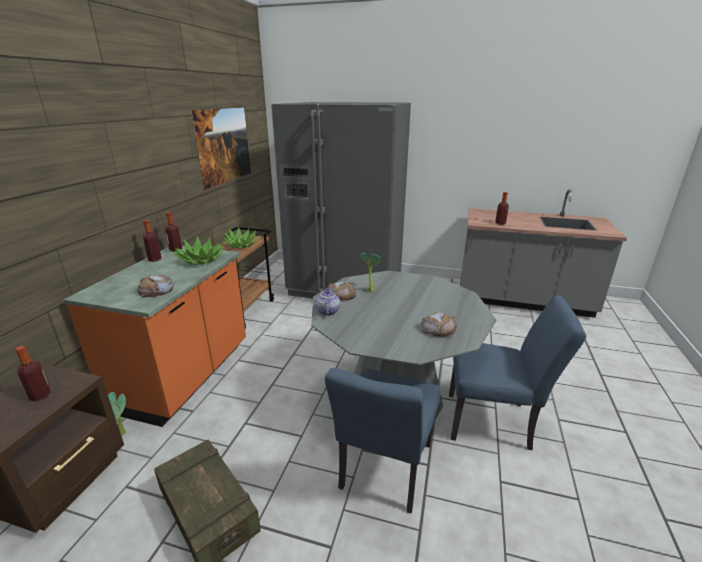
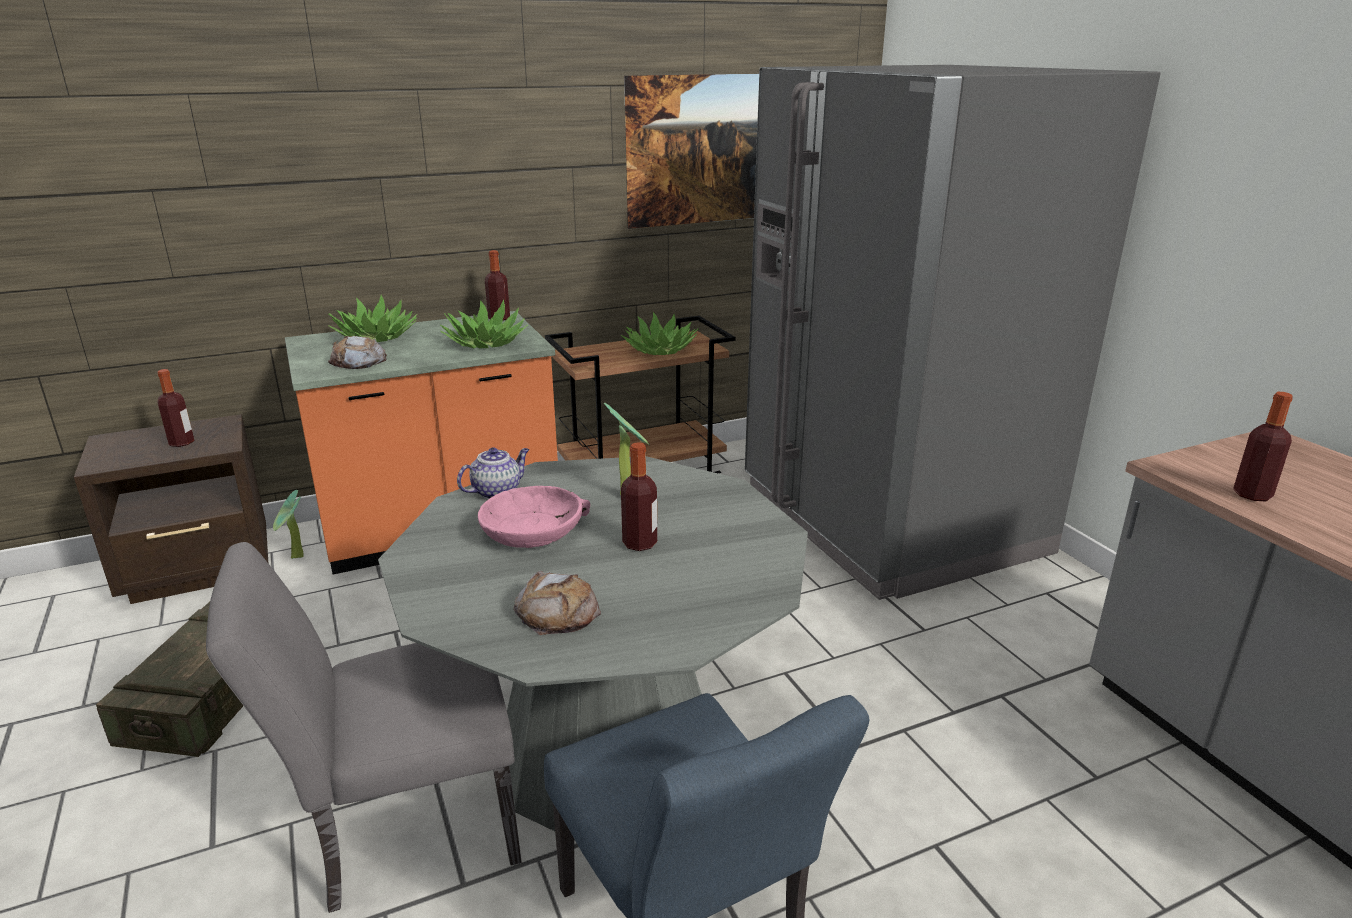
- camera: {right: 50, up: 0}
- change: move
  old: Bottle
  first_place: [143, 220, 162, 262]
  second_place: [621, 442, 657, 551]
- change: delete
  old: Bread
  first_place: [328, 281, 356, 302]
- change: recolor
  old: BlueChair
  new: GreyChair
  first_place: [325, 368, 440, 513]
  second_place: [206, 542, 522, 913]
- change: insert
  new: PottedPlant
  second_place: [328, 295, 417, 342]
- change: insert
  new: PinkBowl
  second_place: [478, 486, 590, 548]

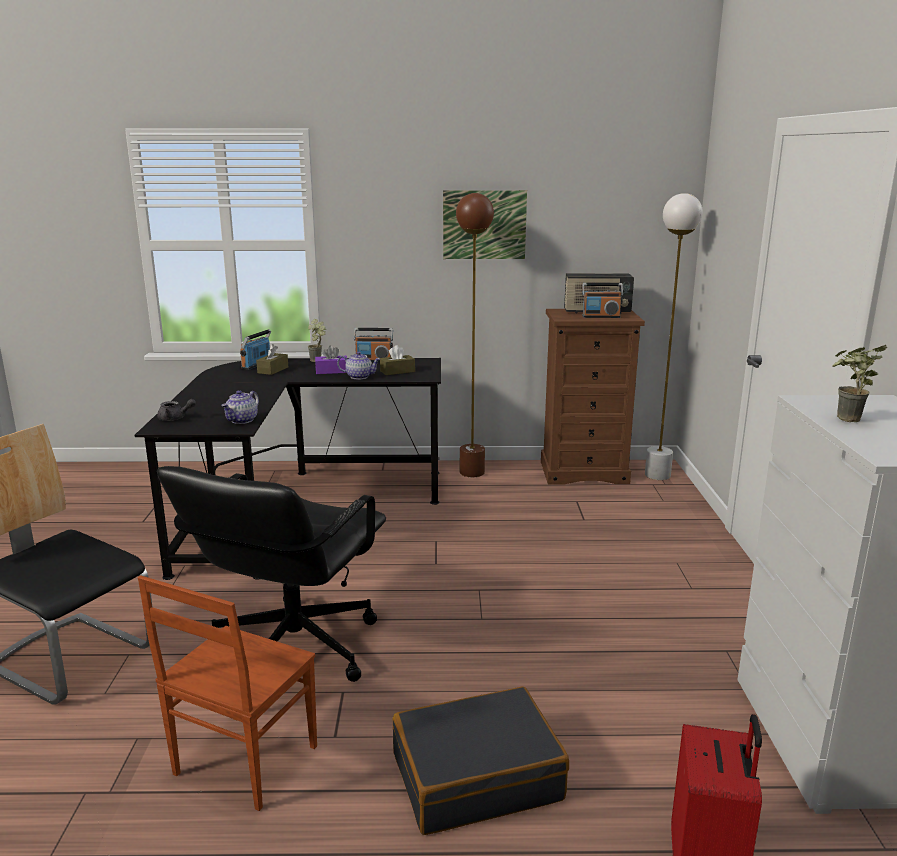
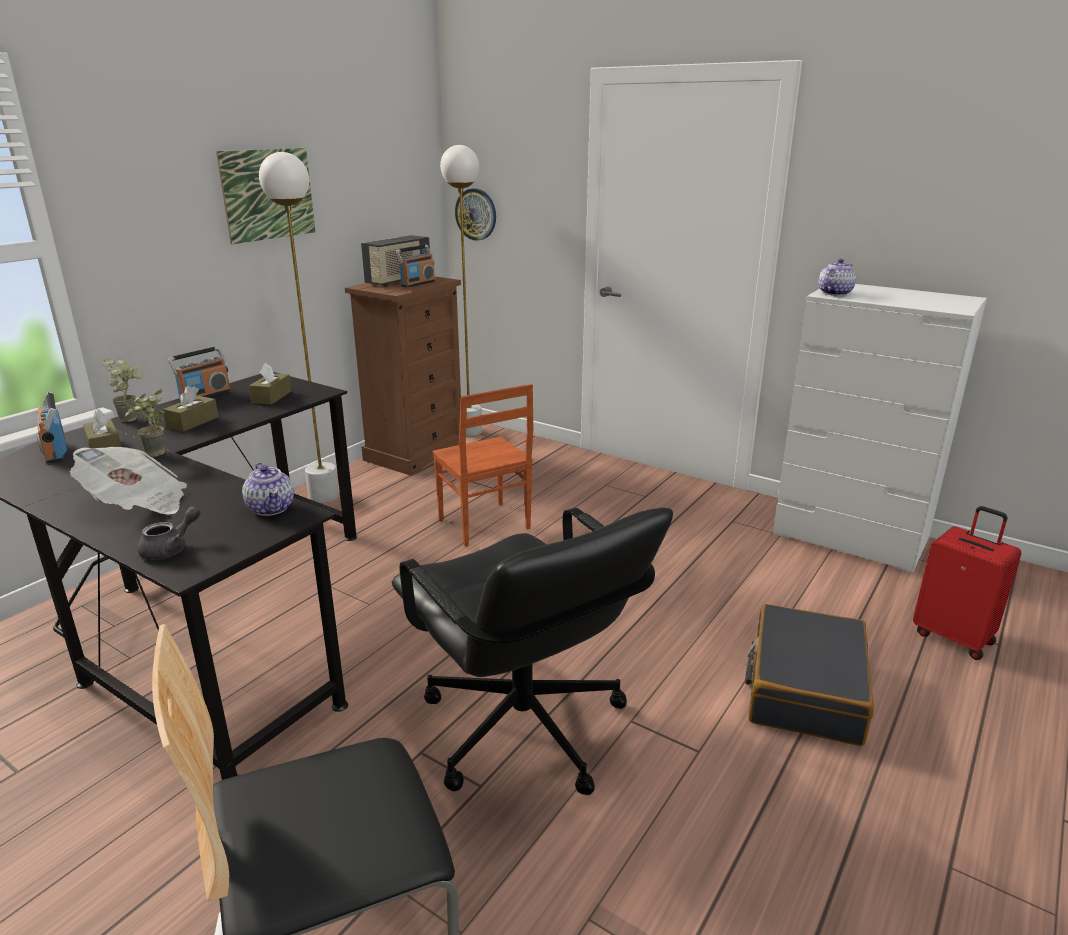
- camera: {right: -55, up: 5}
- change: recolor
  old: BrownFloorLamp
  new: WhiteFloorLamp
  first_place: [456, 193, 494, 477]
  second_place: [259, 152, 339, 503]
- change: recolor
  old: PurpleTissueBox
  new: BrownTissueBox
  first_place: [315, 345, 347, 374]
  second_place: [163, 386, 218, 432]
- change: move
  old: PottedPlant
  first_place: [832, 345, 887, 422]
  second_place: [124, 389, 165, 457]
- change: move
  old: Teapot
  first_place: [337, 351, 380, 379]
  second_place: [818, 259, 856, 296]
- change: move
  old: BrownChair
  first_place: [138, 575, 317, 811]
  second_place: [432, 384, 533, 547]
- change: insert
  new: WallClock
  second_place: [455, 188, 496, 241]
- change: insert
  new: Newspaper
  second_place: [70, 447, 187, 515]

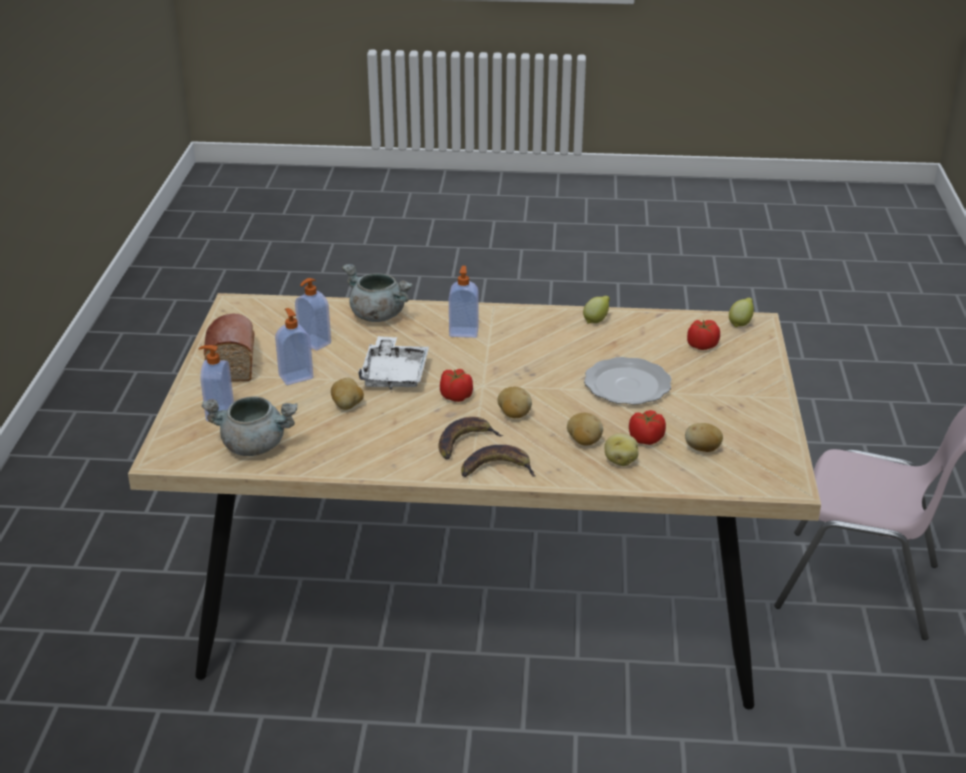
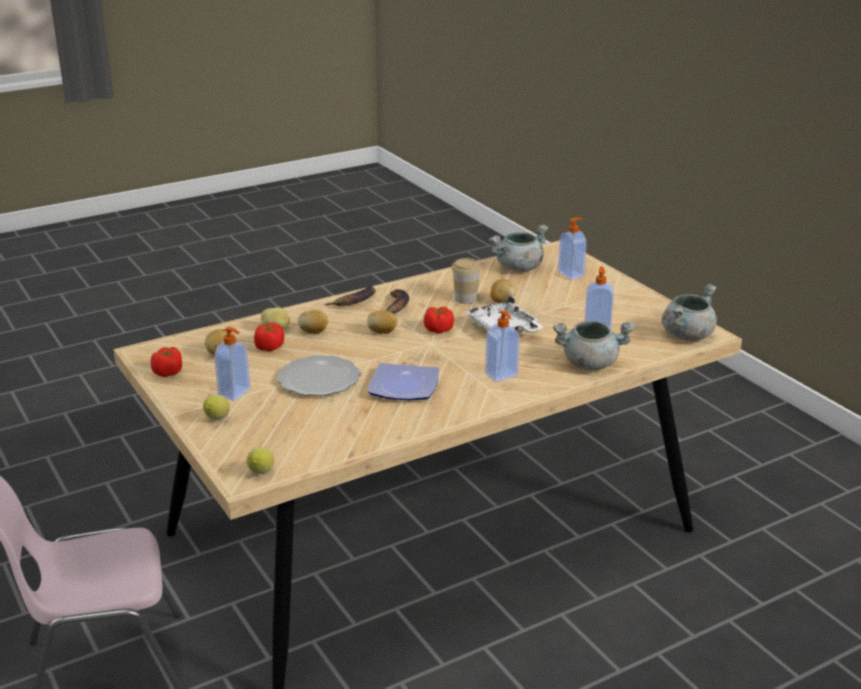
- camera: {right: 145, up: -5}
- change: move
  old: Lemon
  first_place: [583, 296, 610, 324]
  second_place: [203, 395, 230, 420]
- change: move
  old: SoapDispenser
  first_place: [275, 308, 313, 385]
  second_place: [214, 327, 251, 401]
- change: delete
  old: Bread
  first_place: [204, 314, 255, 381]
- change: move
  old: Tomato
  first_place: [687, 320, 720, 350]
  second_place: [151, 347, 182, 377]
- change: insert
  new: Cup
  second_place: [451, 258, 482, 304]
- change: insert
  new: GreyCookingPot
  second_place: [662, 284, 717, 341]
- change: insert
  new: Plate
  second_place: [368, 363, 439, 400]

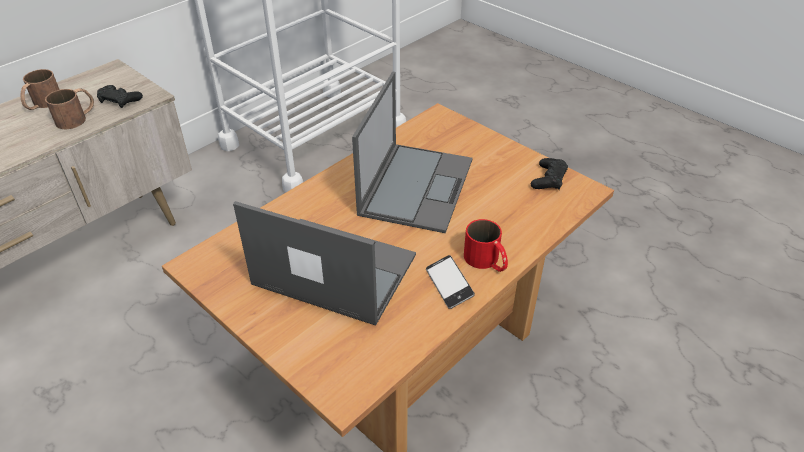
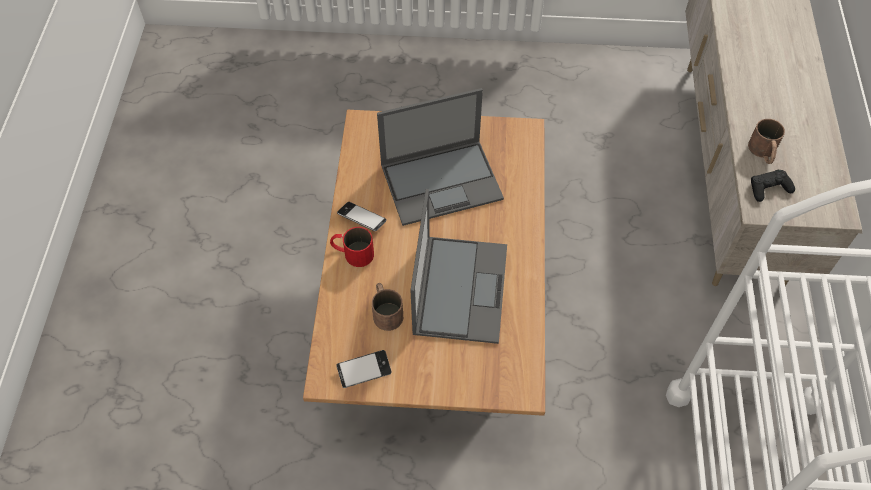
- camera: {right: 140, up: 15}
- change: move
  old: BrownMug
  first_place: [21, 69, 60, 110]
  second_place: [372, 283, 403, 331]
- change: rotate
  old: Laptop
  first_place: [352, 72, 472, 233]
  second_place: [410, 189, 507, 344]
  degrees: -150
- change: replace
  old: BlackGameController
  new: Phone
  first_place: [531, 158, 568, 190]
  second_place: [336, 350, 392, 388]

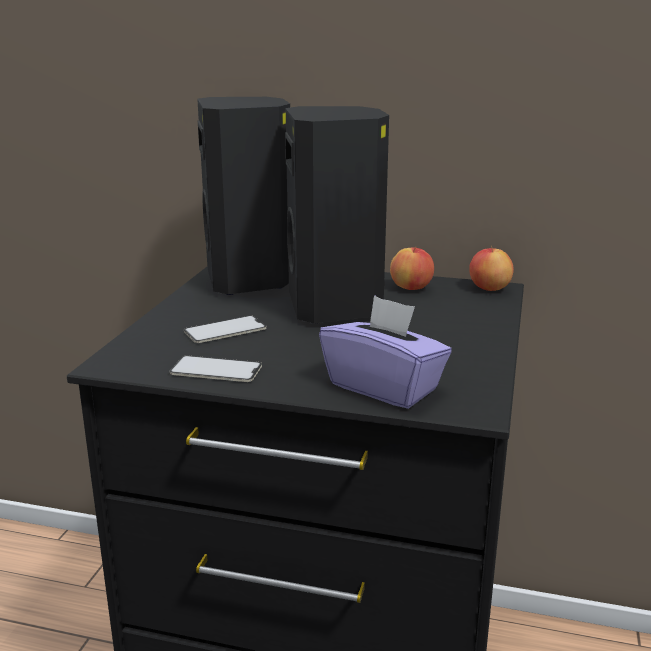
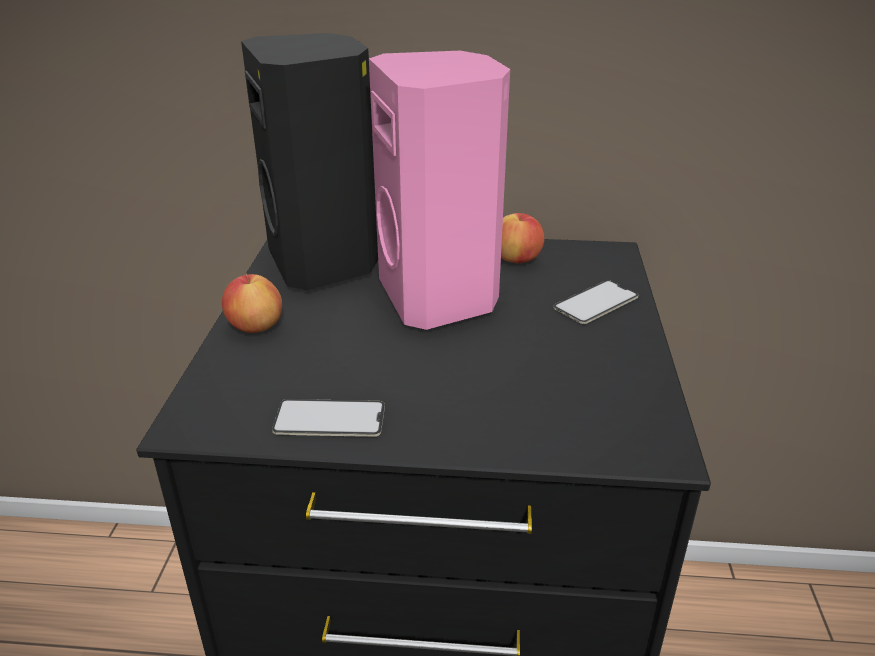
- camera: {right: -10, up: 10}
- change: recolor
  old: BlackSpeaker
  new: PinkSpeaker
  first_place: [285, 106, 389, 324]
  second_place: [369, 51, 510, 330]
- change: move
  old: Apple
  first_place: [469, 246, 514, 291]
  second_place: [222, 273, 282, 333]
- change: delete
  old: PurpleTissueBox
  first_place: [319, 295, 452, 409]
- change: move
  old: Phone
  first_place: [184, 315, 267, 343]
  second_place: [553, 280, 638, 324]

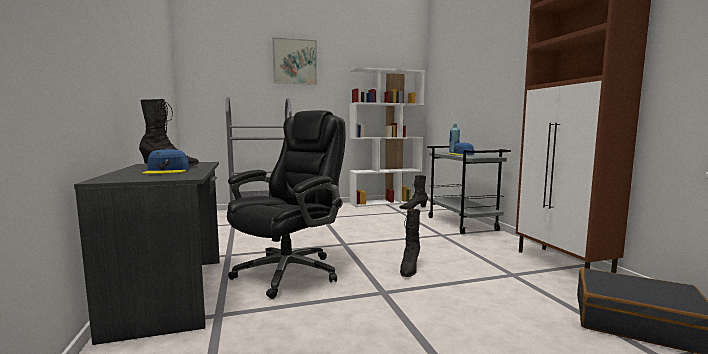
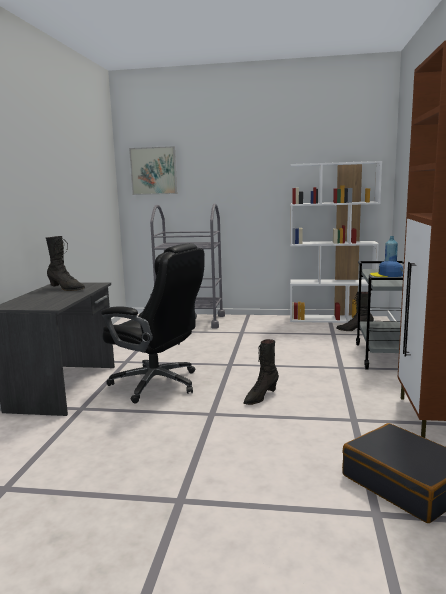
- camera: {right: 25, up: 5}
- change: move
  old: Picture
  first_place: [272, 37, 317, 85]
  second_place: [129, 146, 177, 195]
- change: rotate
  old: BlackOfficeChair
  first_place: [227, 110, 345, 299]
  second_place: [101, 243, 205, 403]
  degrees: 60
- change: delete
  old: BlueCap
  first_place: [142, 149, 189, 174]

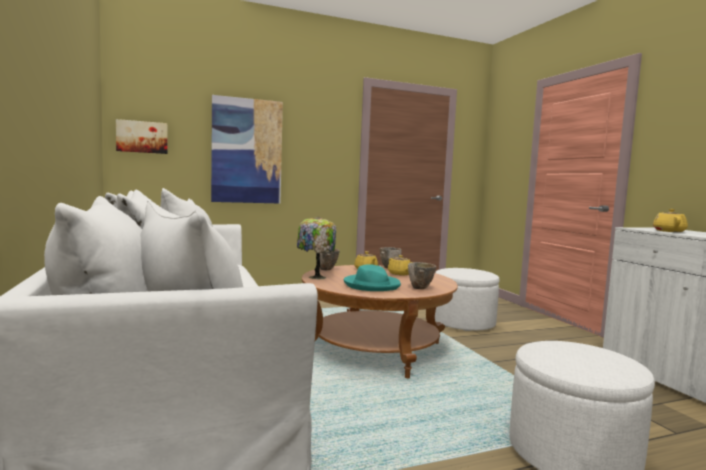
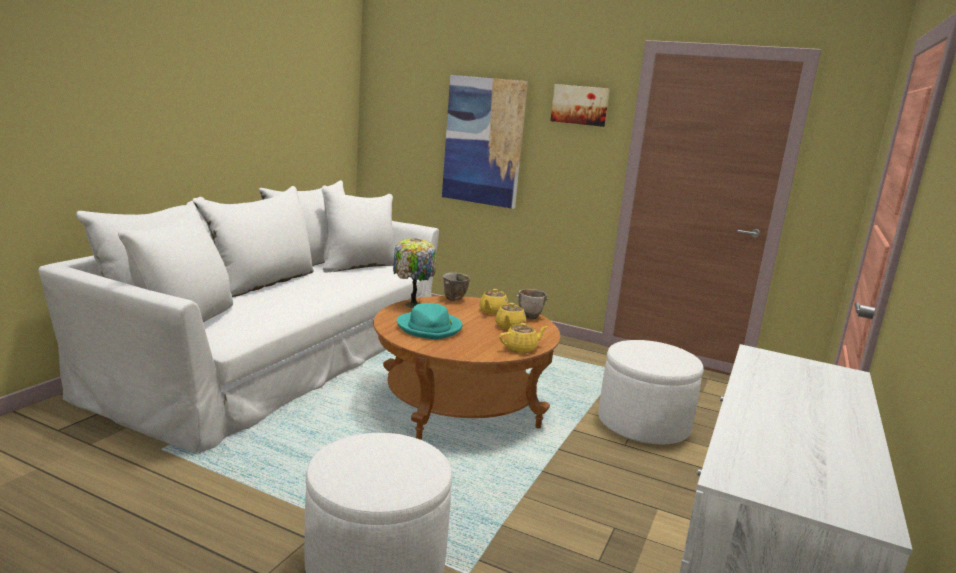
- camera: {right: 45, up: 10}
- change: move
  old: Picture
  first_place: [116, 119, 168, 154]
  second_place: [550, 84, 610, 127]
- change: move
  old: YellowTeapot
  first_place: [653, 209, 688, 232]
  second_place: [499, 323, 548, 353]
- change: delete
  old: Bowl
  first_place: [408, 262, 436, 289]

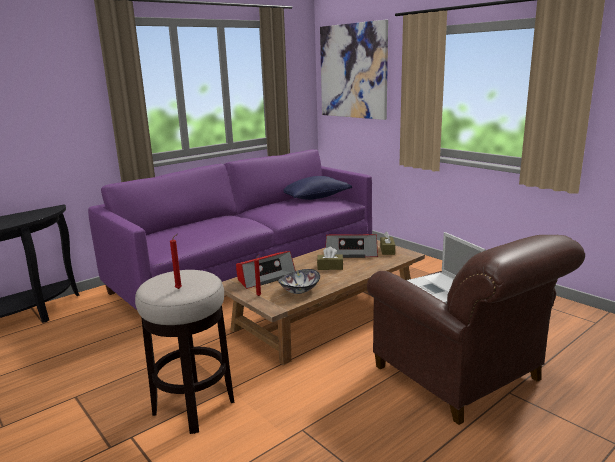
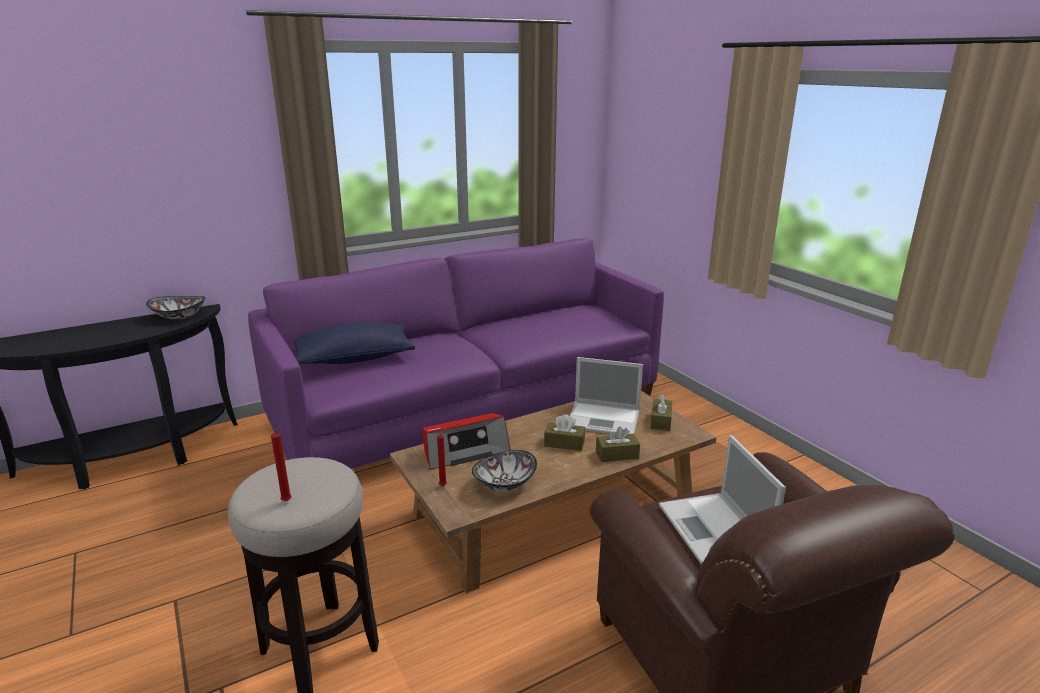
- camera: {right: 10, up: 5}
- change: delete
  old: Picture
  first_place: [320, 20, 388, 120]
- change: move
  old: BluePillow
  first_place: [283, 176, 352, 200]
  second_place: [295, 322, 415, 364]
- change: replace
  old: Radio
  new: Laptop
  first_place: [326, 234, 378, 258]
  second_place: [570, 357, 643, 434]
- change: insert
  new: Bowl
  second_place: [146, 296, 206, 320]
- change: insert
  new: BrownTissueBox
  second_place: [596, 427, 640, 462]

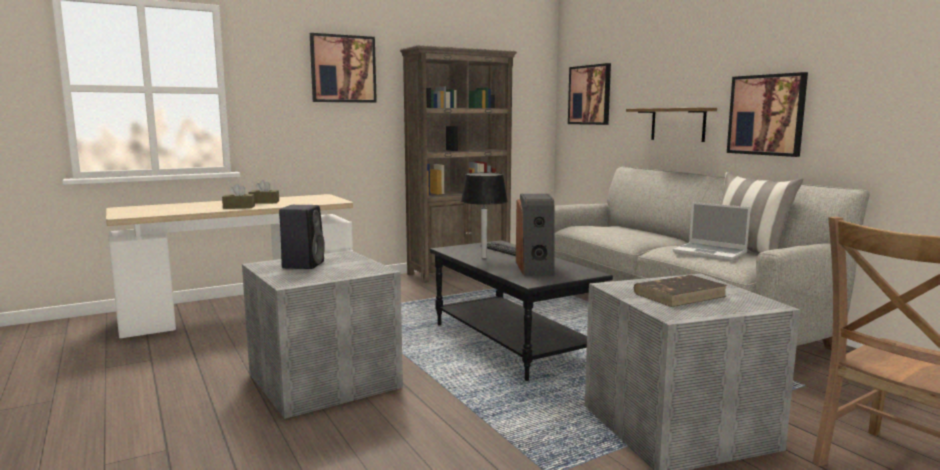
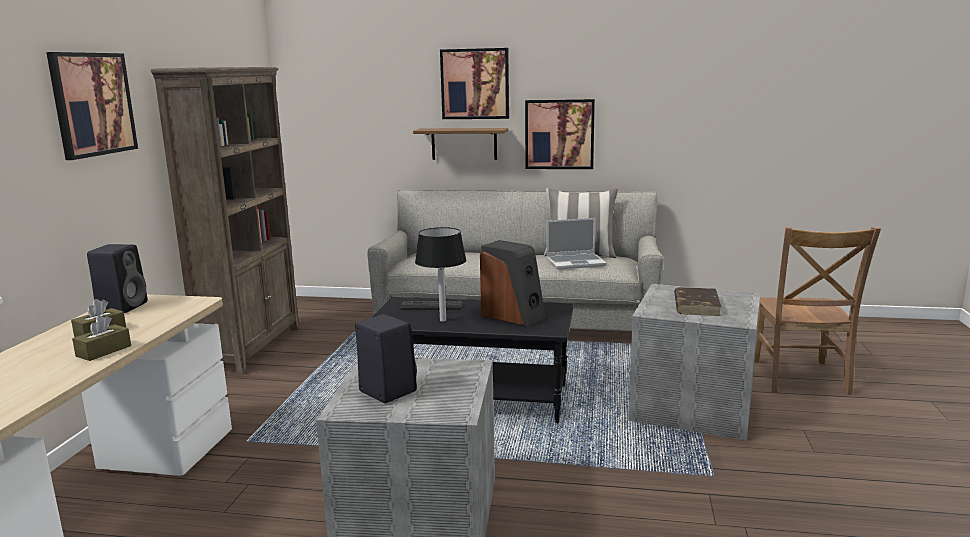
- camera: {right: -50, up: 5}
- change: move
  old: Picture
  first_place: [568, 63, 611, 125]
  second_place: [440, 48, 509, 119]
- change: insert
  new: BlackSpeaker
  second_place: [87, 244, 148, 313]

